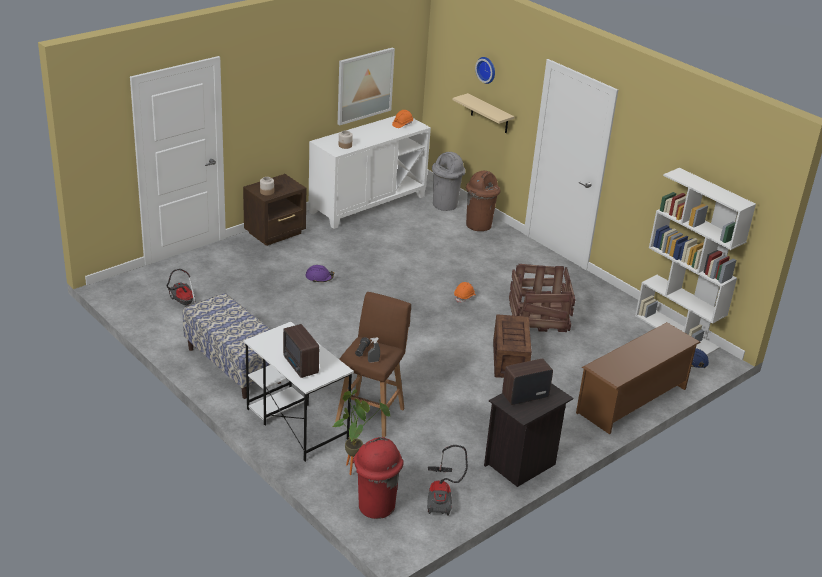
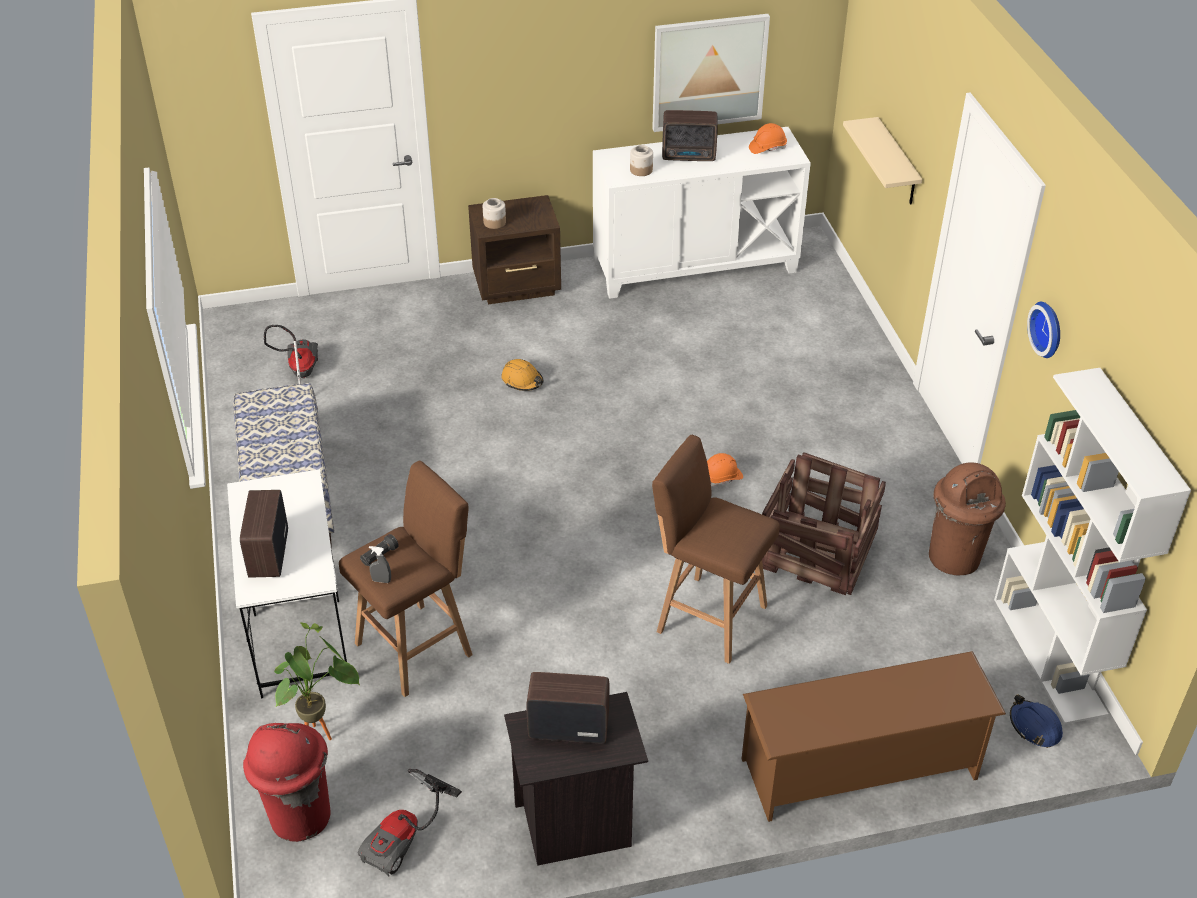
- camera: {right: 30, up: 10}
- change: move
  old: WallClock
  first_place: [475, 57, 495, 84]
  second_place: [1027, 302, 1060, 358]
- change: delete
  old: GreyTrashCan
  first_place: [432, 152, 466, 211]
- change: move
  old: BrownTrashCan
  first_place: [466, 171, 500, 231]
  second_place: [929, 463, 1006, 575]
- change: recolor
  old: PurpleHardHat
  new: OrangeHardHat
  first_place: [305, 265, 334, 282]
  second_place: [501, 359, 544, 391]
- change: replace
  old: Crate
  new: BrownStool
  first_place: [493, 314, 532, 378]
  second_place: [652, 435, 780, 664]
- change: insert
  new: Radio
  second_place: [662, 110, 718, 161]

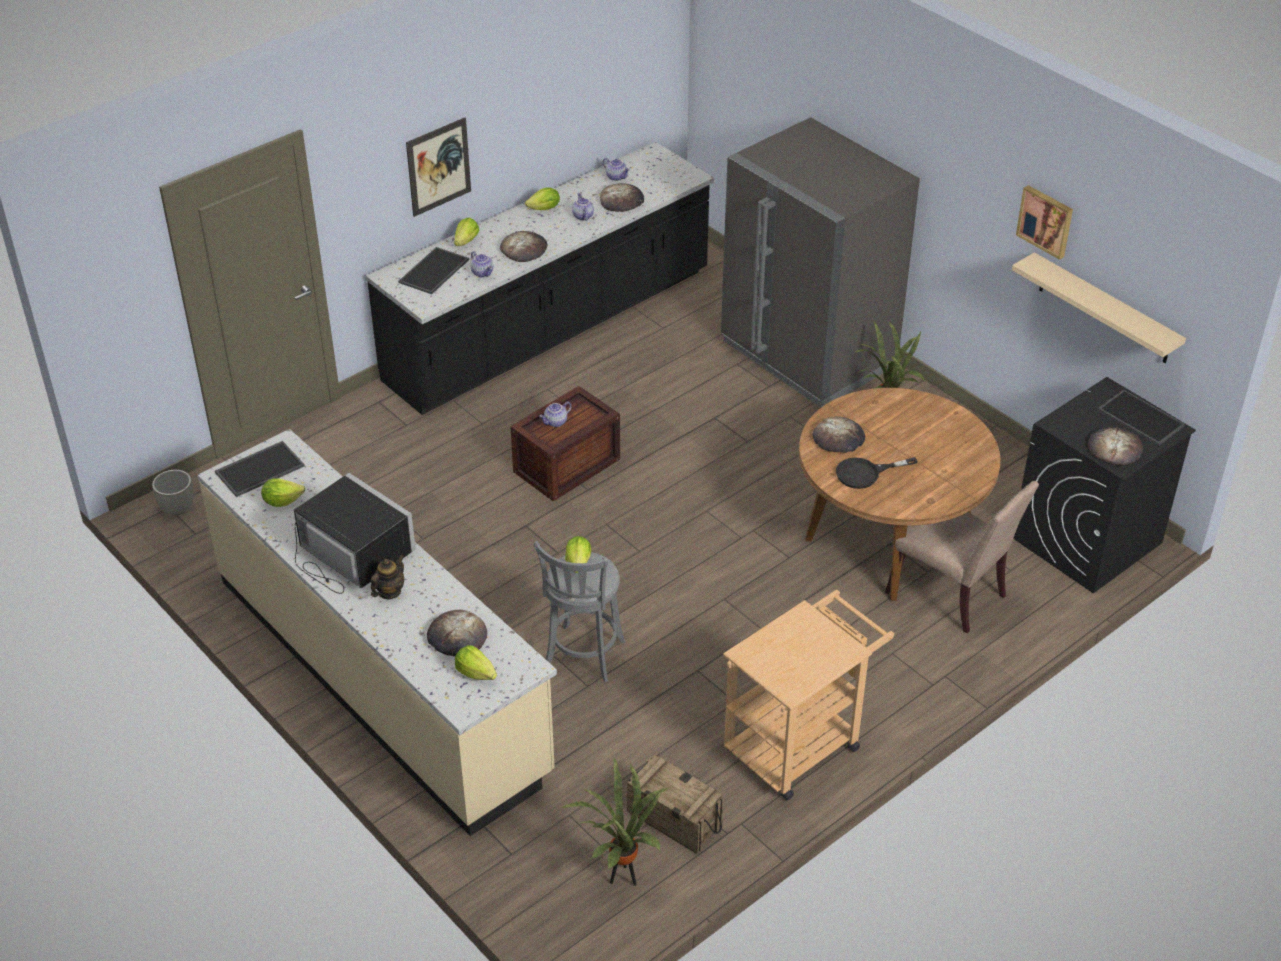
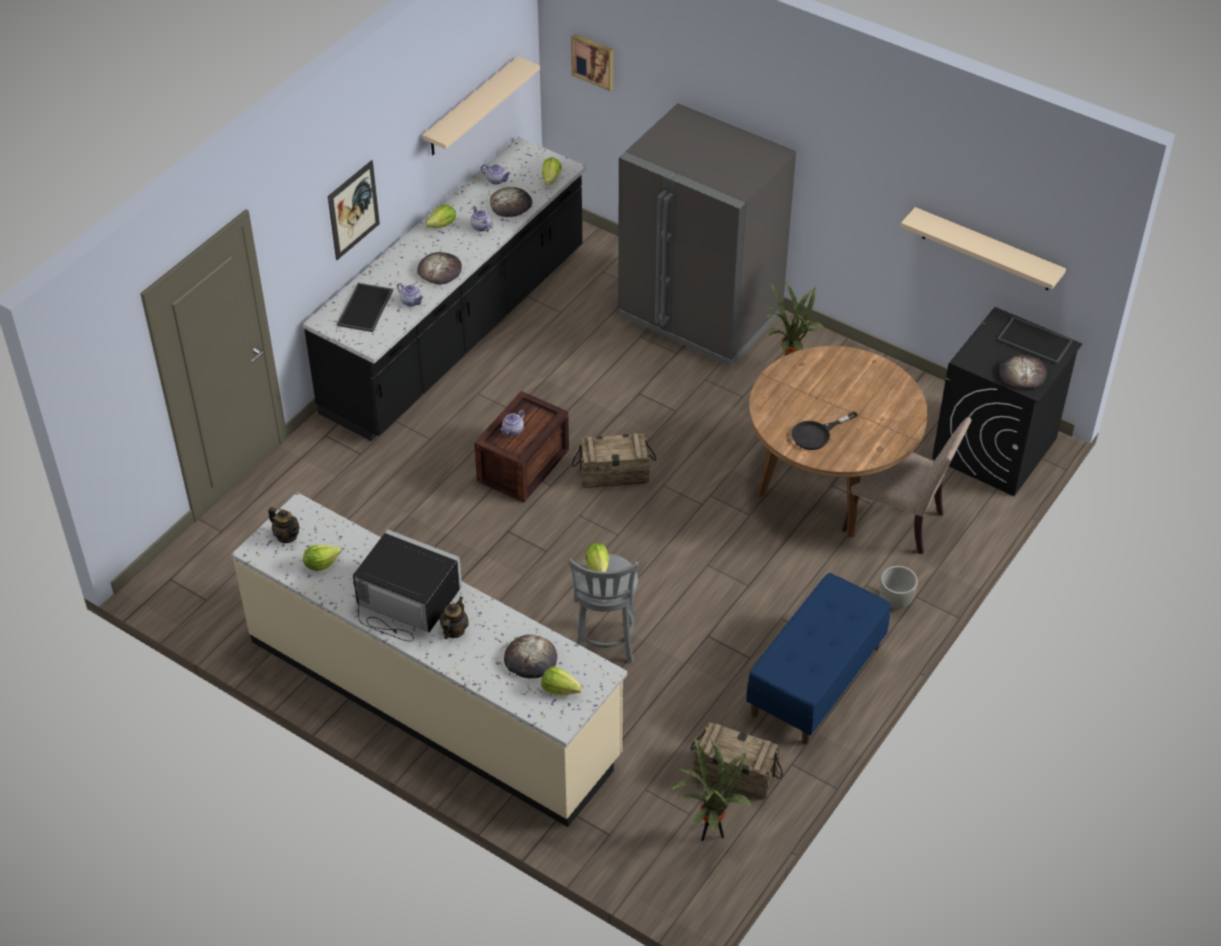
- camera: {right: -15, up: 5}
- change: move
  old: Picture
  first_place: [1016, 185, 1073, 260]
  second_place: [571, 34, 613, 91]
- change: move
  old: Lettuce
  first_place: [454, 218, 480, 246]
  second_place: [542, 157, 562, 185]
- change: delete
  old: Bread
  first_place: [812, 417, 865, 453]
- change: replace
  old: Tray
  new: Teapot
  first_place: [215, 441, 305, 497]
  second_place: [268, 507, 300, 543]
- change: move
  old: GreyPlanter
  first_place: [152, 470, 194, 515]
  second_place: [880, 566, 918, 609]
- change: replace
  old: BeigeCart
  new: BlueBench
  first_place: [723, 590, 894, 800]
  second_place: [746, 573, 891, 745]
- change: insert
  new: BeigeShelf
  second_place: [422, 56, 540, 155]
- change: insert
  new: Crate
  second_place: [572, 433, 656, 488]

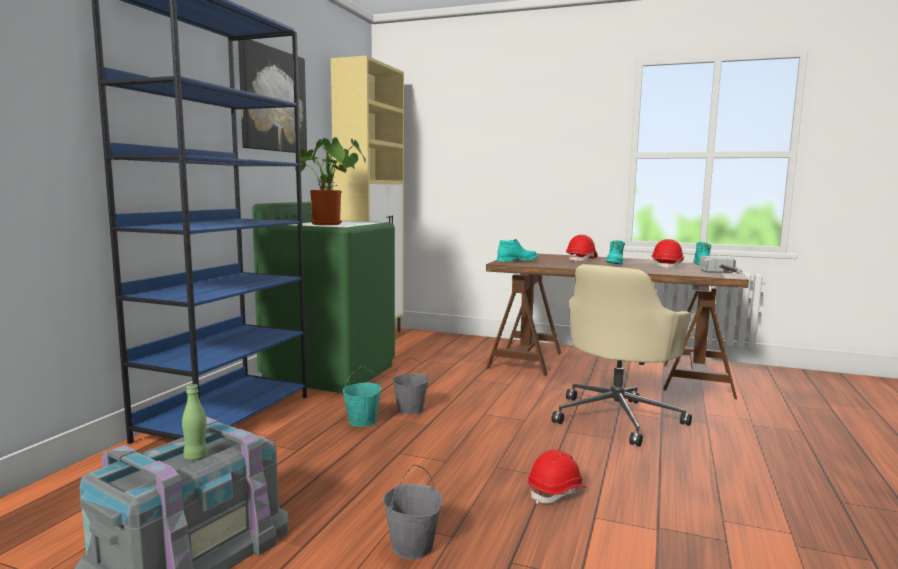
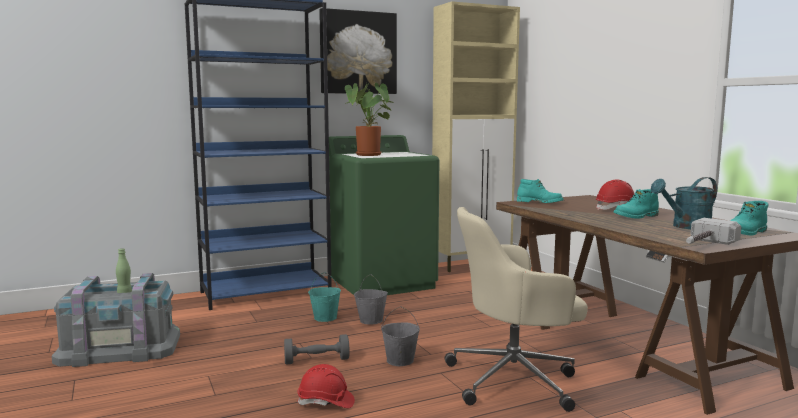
- camera: {right: 45, up: 0}
- change: replace
  old: RedHardHat
  new: TurquoiseWateringCan
  first_place: [651, 239, 684, 269]
  second_place: [651, 177, 717, 229]
- change: move
  old: GreyBucket
  first_place: [383, 465, 442, 560]
  second_place: [381, 306, 420, 366]
- change: insert
  new: GreyDumbbell
  second_place: [284, 334, 350, 364]

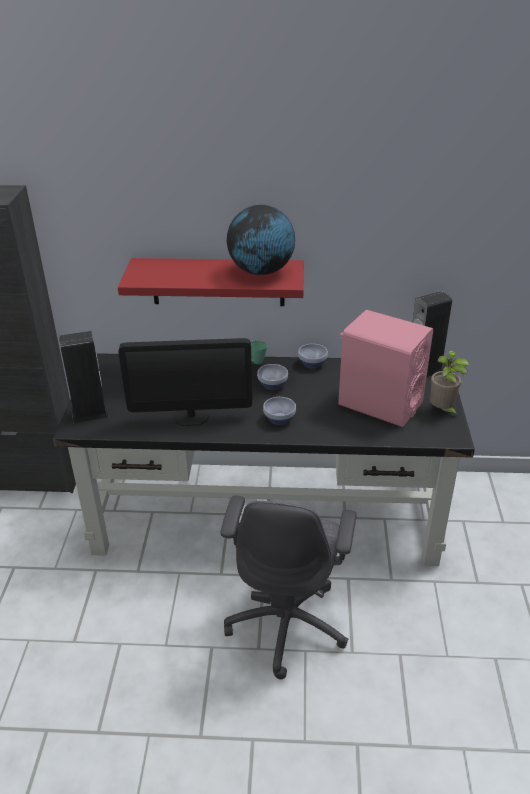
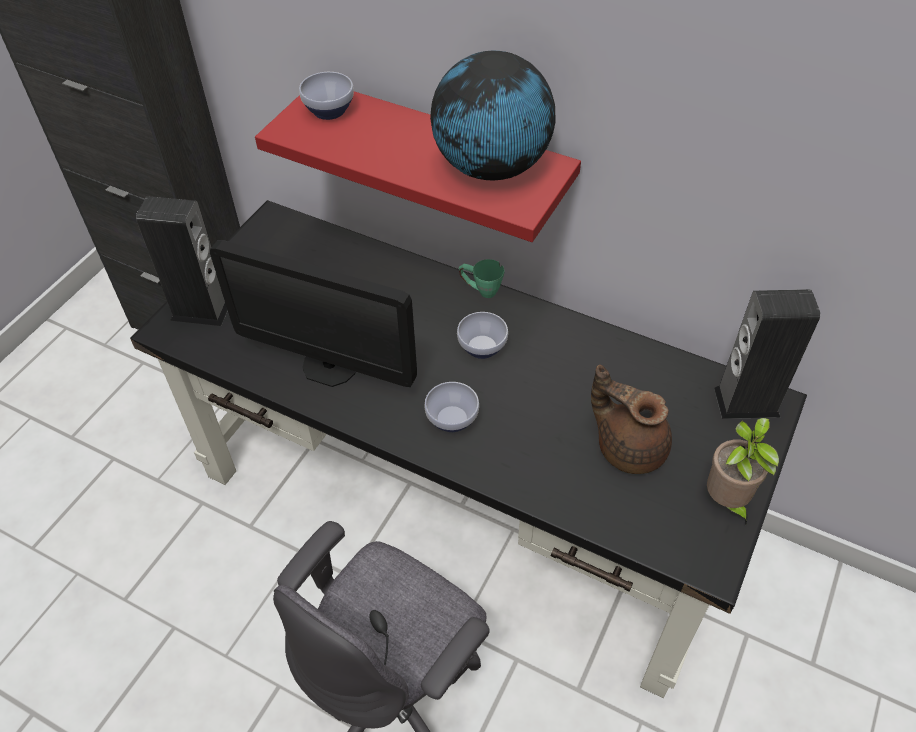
- camera: {right: 25, up: 15}
- change: replace
  old: PinkSpeaker
  new: BrownTeapot
  first_place: [338, 310, 433, 427]
  second_place: [591, 364, 672, 474]
- change: move
  old: Bowl
  first_place: [298, 344, 328, 369]
  second_place: [299, 72, 354, 120]

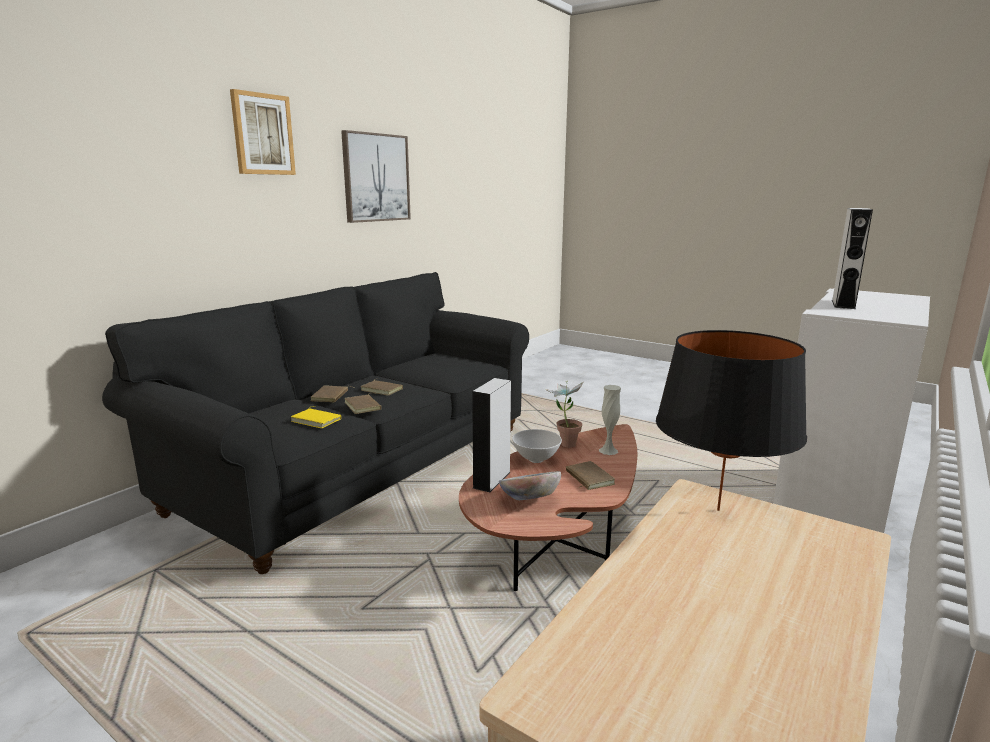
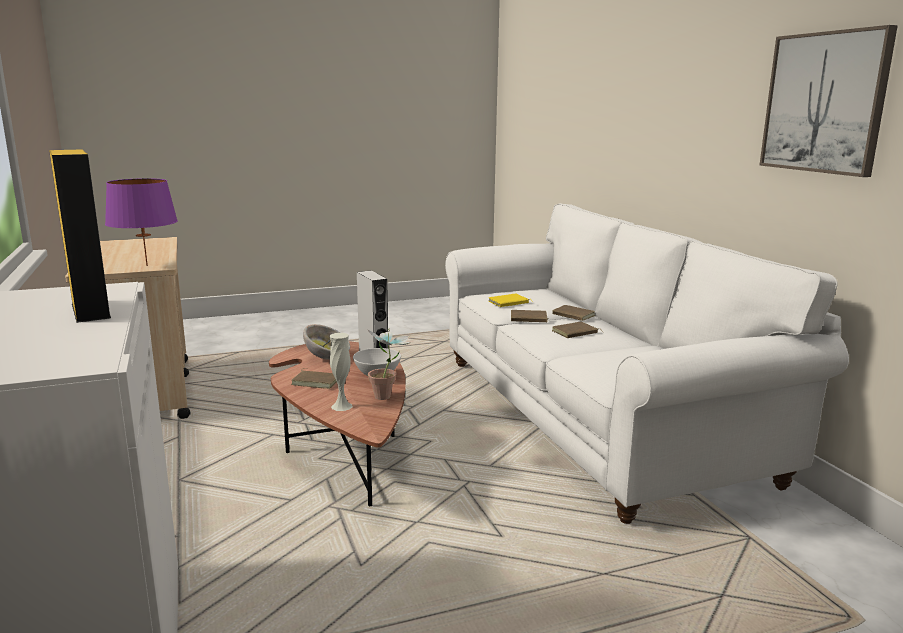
- camera: {right: 125, up: 0}
- change: delete
  old: Picture
  first_place: [230, 89, 296, 175]
- change: recolor
  old: WhiteSpeaker
  new: YellowSpeaker
  first_place: [832, 208, 873, 309]
  second_place: [49, 149, 111, 323]
- change: recolor
  old: BlackSofa
  new: WhiteSofa
  first_place: [102, 272, 529, 574]
  second_place: [445, 203, 849, 524]
- change: recolor
  old: BlackTableLamp
  new: PurpleTableLamp
  first_place: [656, 330, 807, 511]
  second_place: [105, 178, 178, 266]

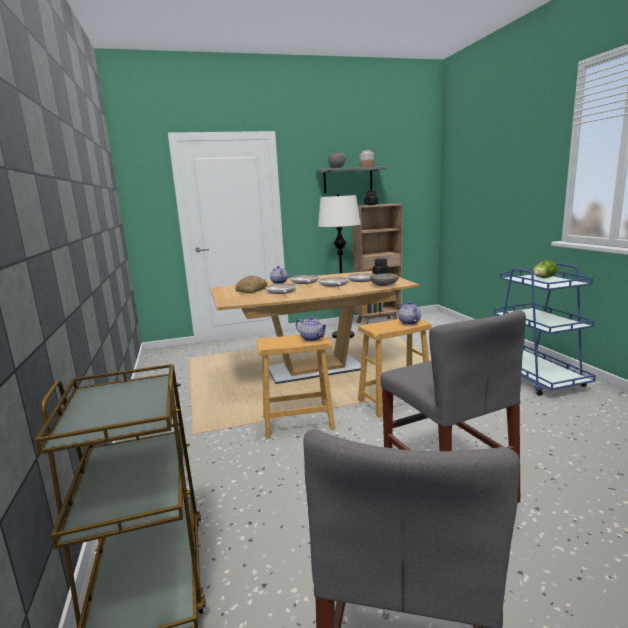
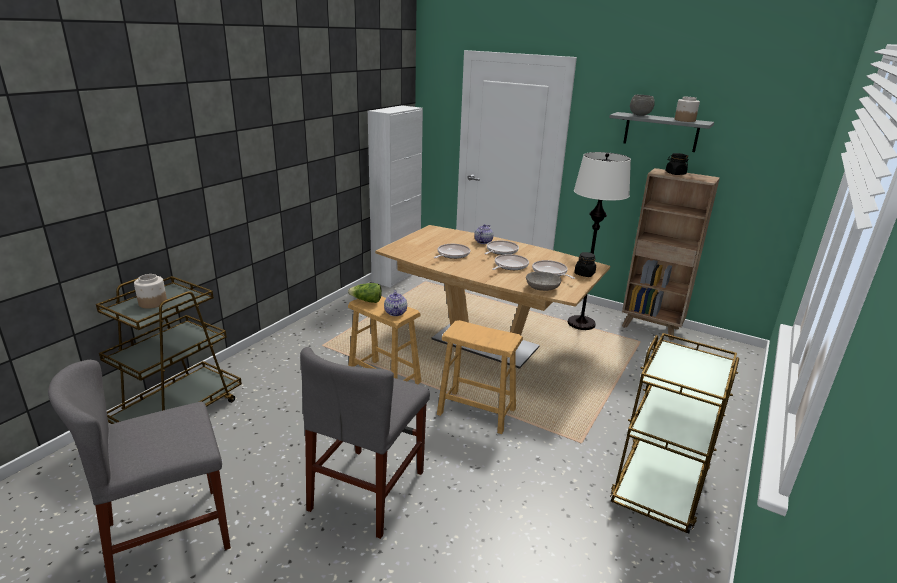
- camera: {right: 45, up: 10}
- change: move
  old: Lettuce
  first_place: [533, 260, 557, 278]
  second_place: [348, 283, 382, 303]
- change: recolor
  old: BlueCart
  new: BrownCart
  first_place: [494, 263, 596, 396]
  second_place: [610, 333, 739, 534]
- change: delete
  old: Bread
  first_place: [235, 276, 268, 293]
- change: delete
  old: Teapot
  first_place: [398, 302, 421, 325]
- change: insert
  new: WhiteCabinet
  second_place: [368, 105, 423, 288]
- change: insert
  new: Jar
  second_place: [134, 274, 167, 309]

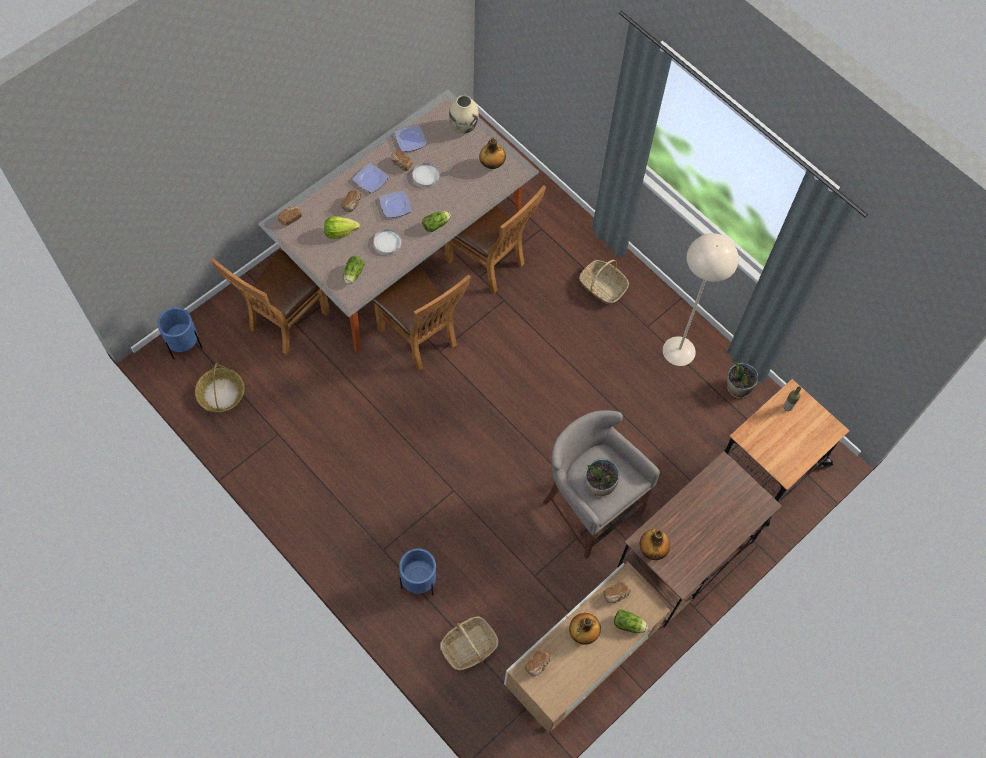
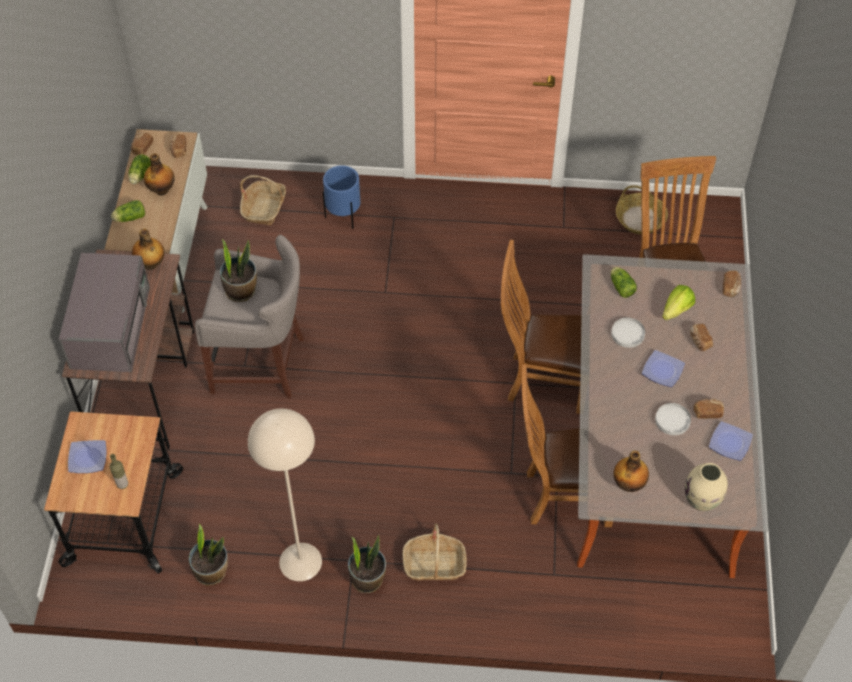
- camera: {right: 140, up: -10}
- change: move
  old: Plate
  first_place: [353, 163, 389, 193]
  second_place: [68, 440, 107, 473]
- change: move
  old: Lettuce
  first_place: [422, 211, 451, 232]
  second_place: [128, 154, 151, 184]
- change: delete
  old: BluePlanter
  first_place: [157, 307, 202, 359]
- change: move
  old: Bread
  first_place: [603, 582, 631, 603]
  second_place: [131, 132, 153, 155]
- change: insert
  new: GreyMicrowave
  second_place: [59, 253, 150, 372]
- change: insert
  new: PottedPlant
  second_place: [348, 535, 386, 593]

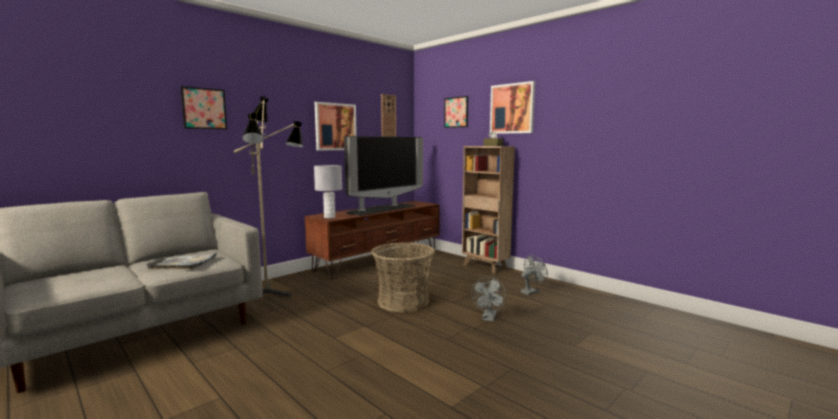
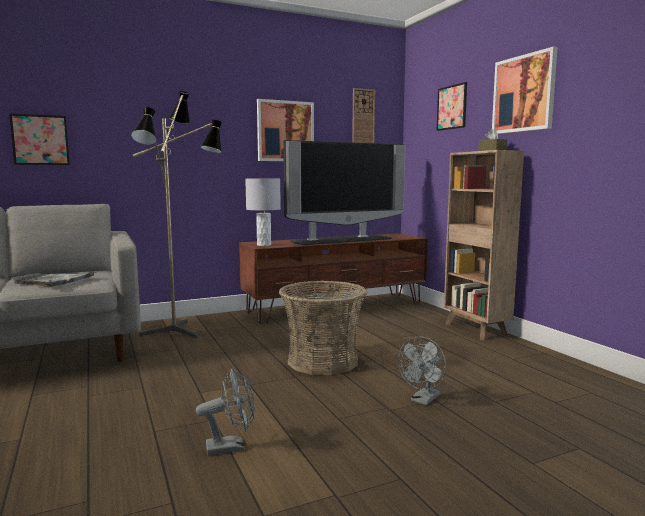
- camera: {right: 20, up: 0}
- change: move
  old: Picture
  first_place: [180, 86, 227, 129]
  second_place: [9, 114, 70, 165]
- change: move
  old: GreyFan
  first_place: [521, 255, 548, 295]
  second_place: [196, 368, 255, 455]

